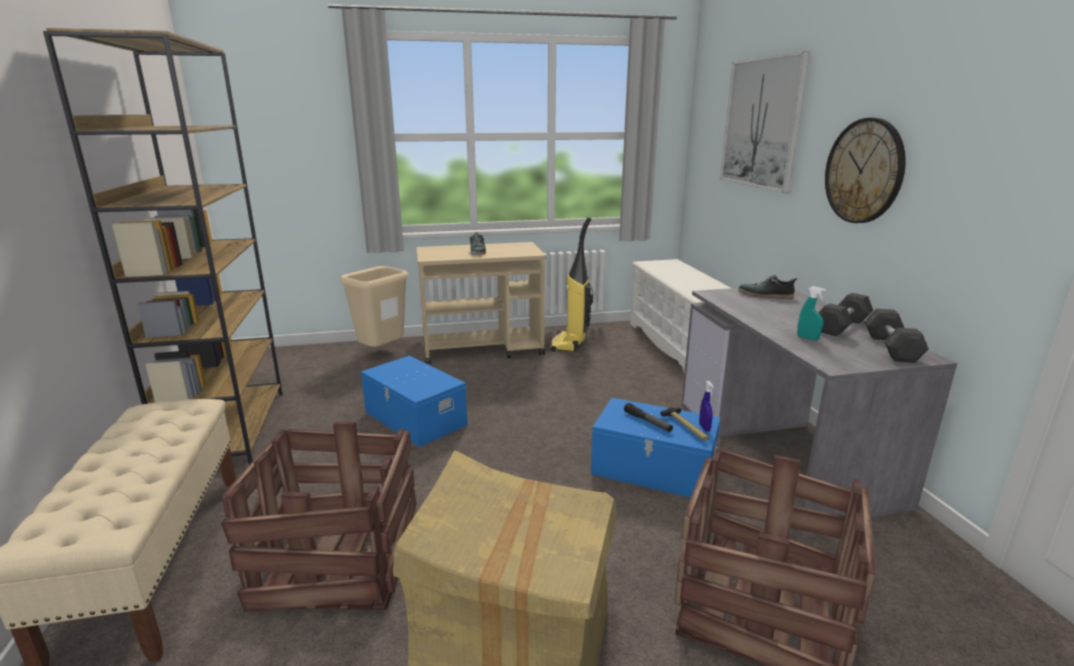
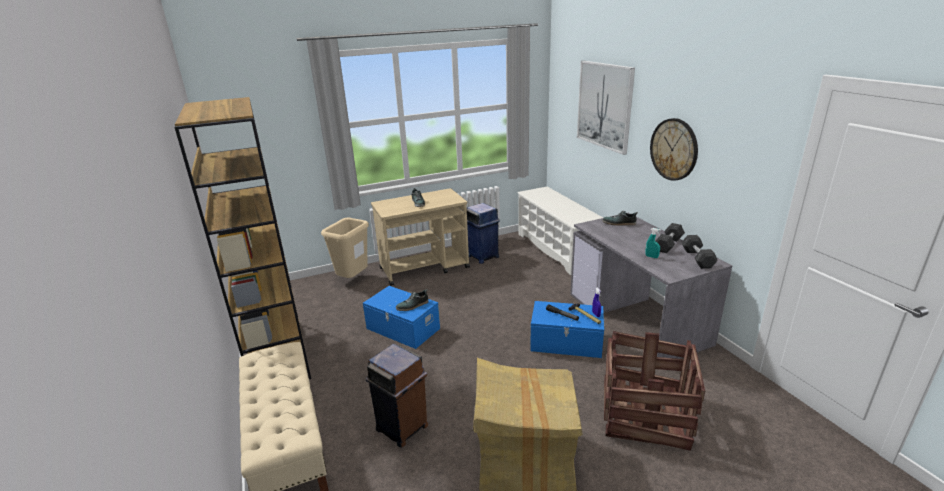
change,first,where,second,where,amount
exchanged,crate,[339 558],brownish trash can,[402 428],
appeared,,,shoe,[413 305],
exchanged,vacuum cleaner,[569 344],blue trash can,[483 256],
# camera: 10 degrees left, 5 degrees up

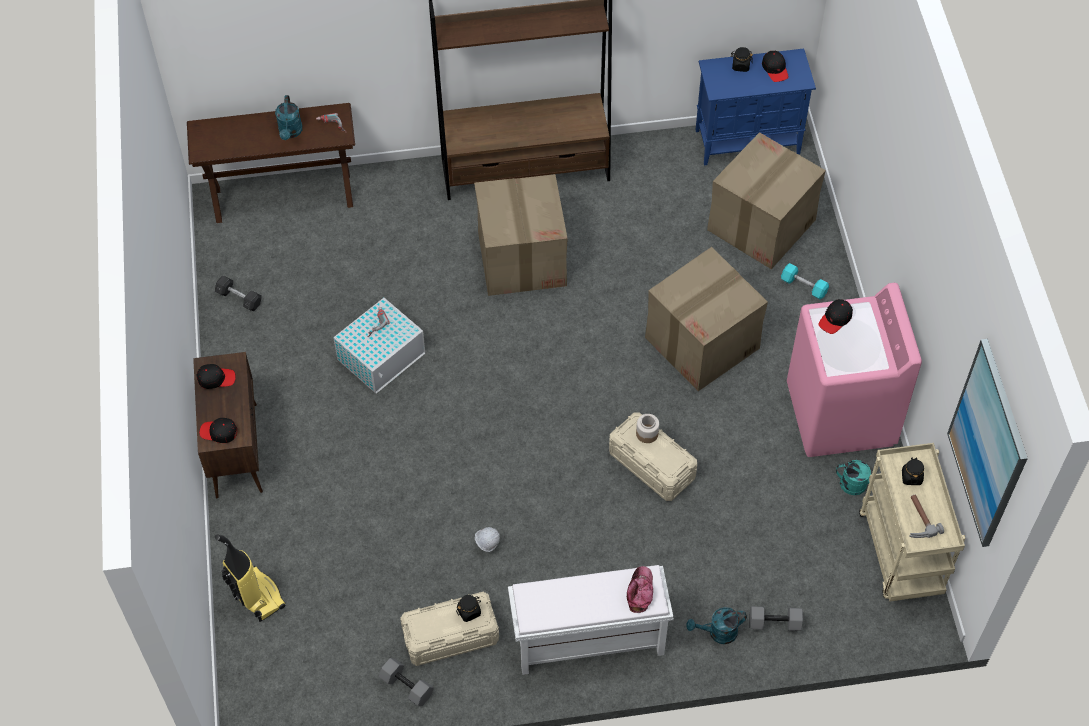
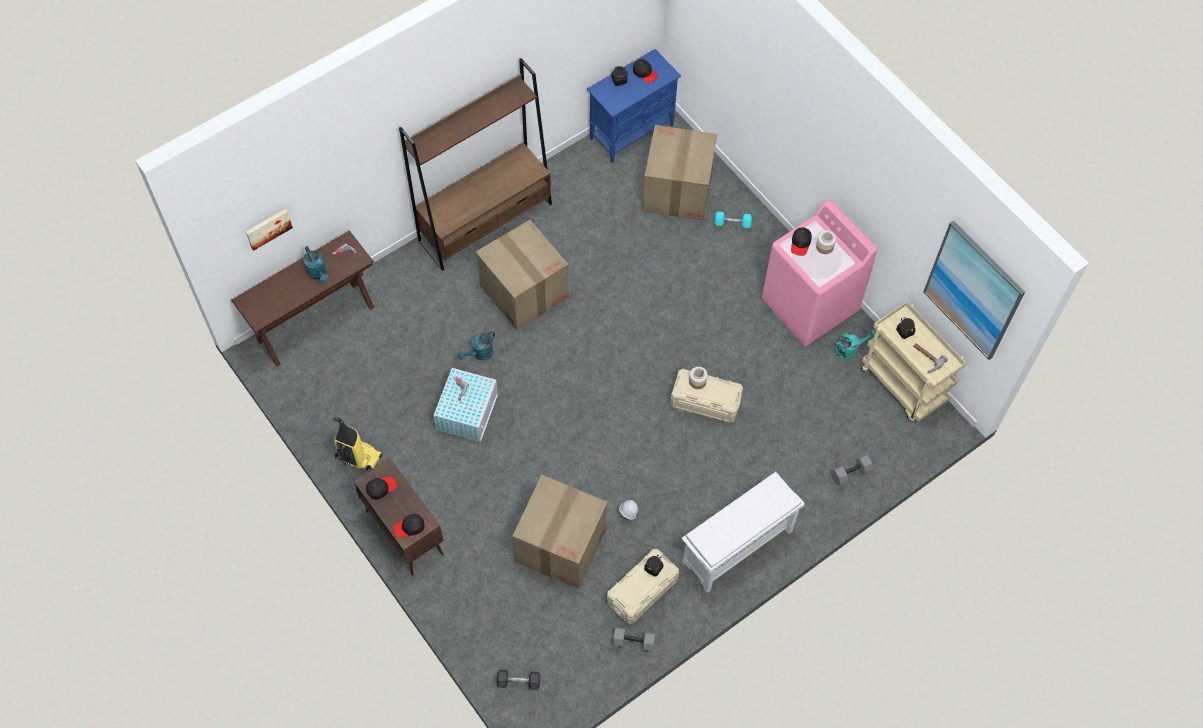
change,first,where,second,where,amount
appeared,,,picture,[268 228],
relocated,vacuum cleaner,[256 595],,[357 457],
relocated,turquoise-coloured watering can,[717 633],,[480 354],
relocated,greyish free weight,[239 298],,[518 682],
relocated,packing box,[703 342],,[561 544],
appeared,,,storage jar,[824 247],
missing,baseball cap,[640 591],,,
# camera: 30 degrees left, 5 degrees up

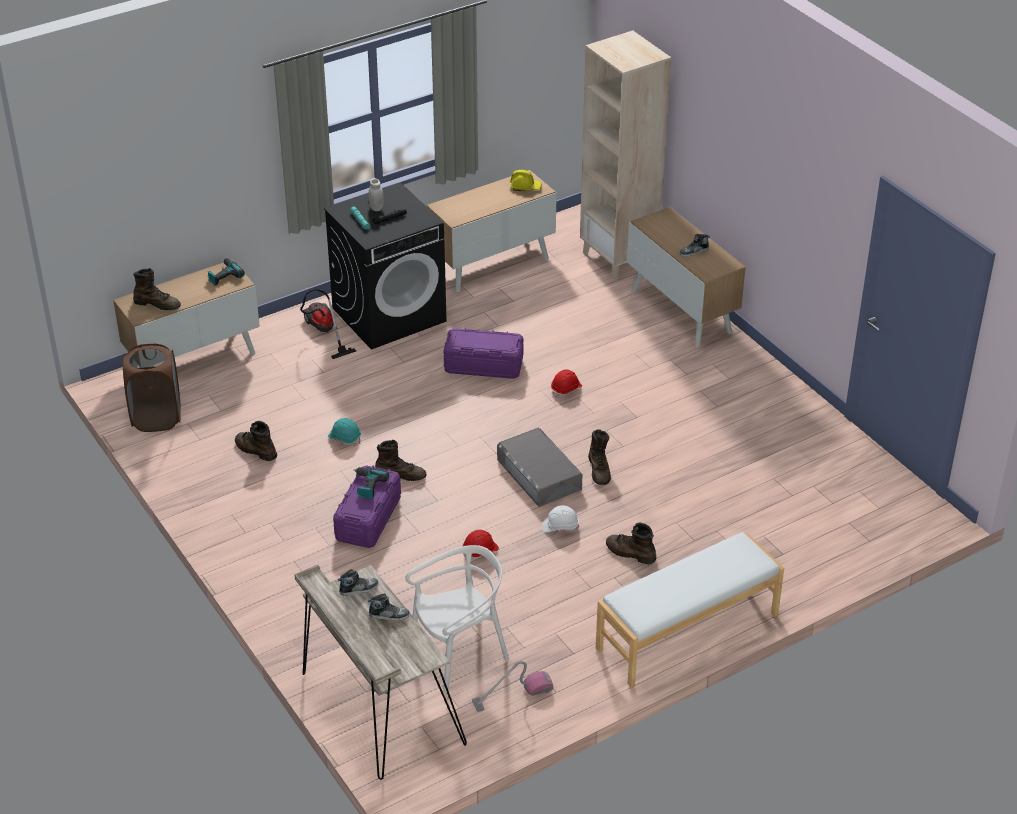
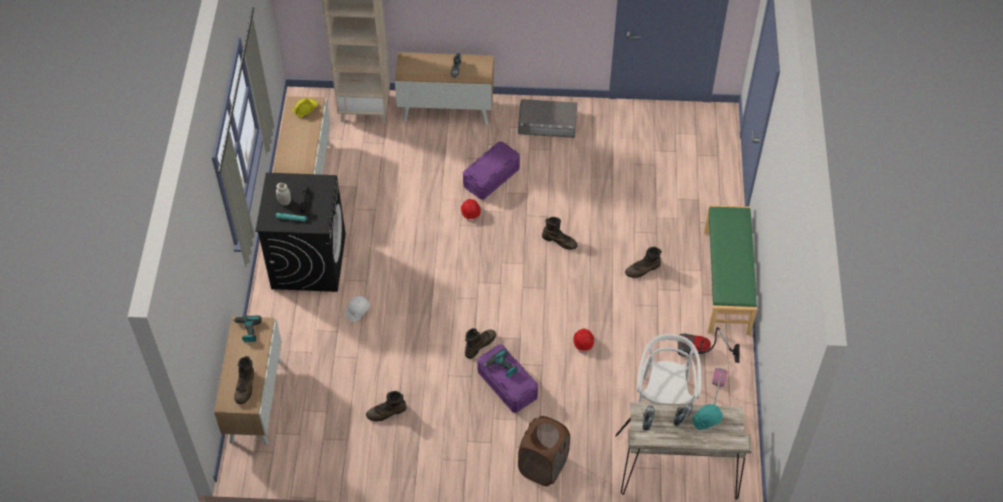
change,first,where,second,where,amount
spun,brownish high-top boot,[158 304],,[245 387],135 degrees clockwise
relocated,whitish work helmet,[560 526],,[357 311],
relocated,purple storage box,[483 365],,[491 177],
relocated,greyish storage box,[539 474],,[547 122],
relocated,brownish washing basket,[156 417],,[543 466],
relocated,vacuum cleaner,[323 332],,[702 352],
relocated,turquoise-coloured work helmet,[344 438],,[707 419],
colour,whitish indoor bench,[688 632],green-coloured indoor bench,[727 282],
# camera: 55 degrees left, 15 degrees up

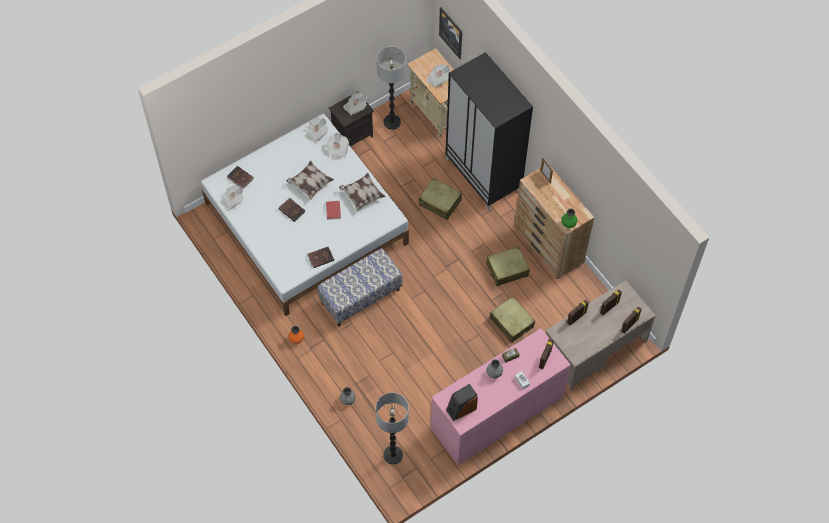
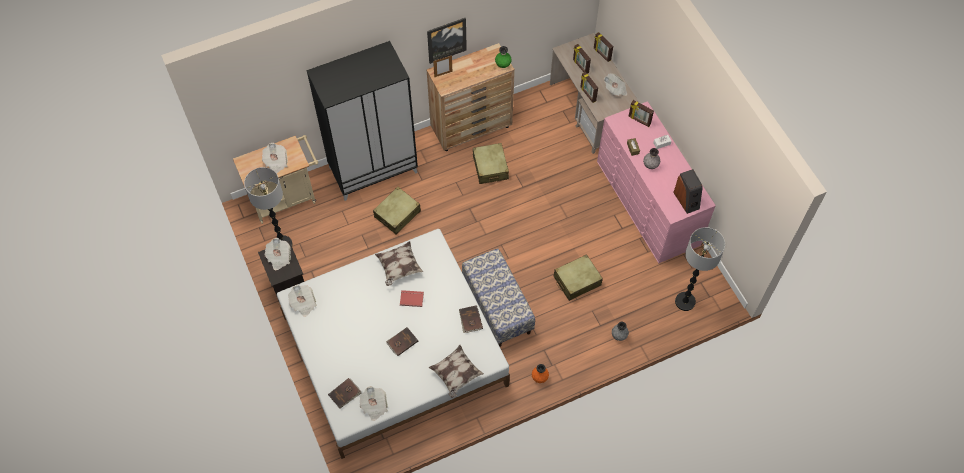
change,first,where,second,where,amount
relocated,picture,[451 32],,[446 39],
relocated,pillow,[310 184],,[456 374],
relocated,beige piece of luggage,[511 322],,[577 281],
relocated,printed paper,[337 150],,[615 89],
# camera: 80 degrees left, 0 degrees up

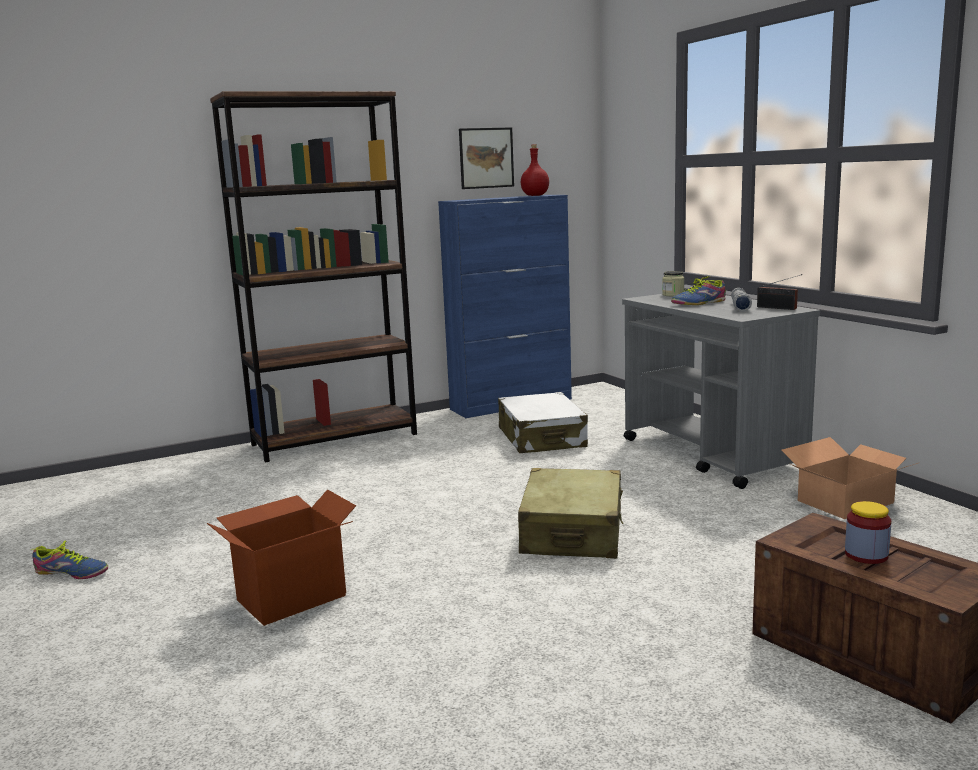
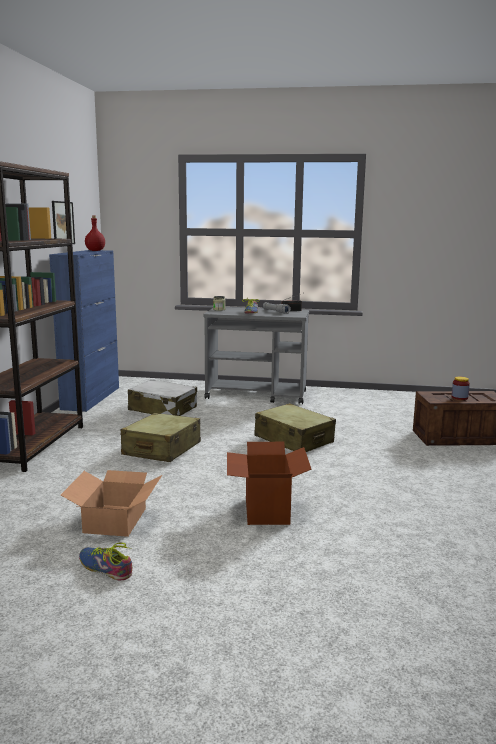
change,first,where,second,where,amount
relocated,packing box,[846 502],,[116 520],
spun,shoe,[72 572],,[105 568],105 degrees counterclockwise
appeared,,,beige piece of luggage,[161 449],
# camera: 55 degrees left, 0 degrees up

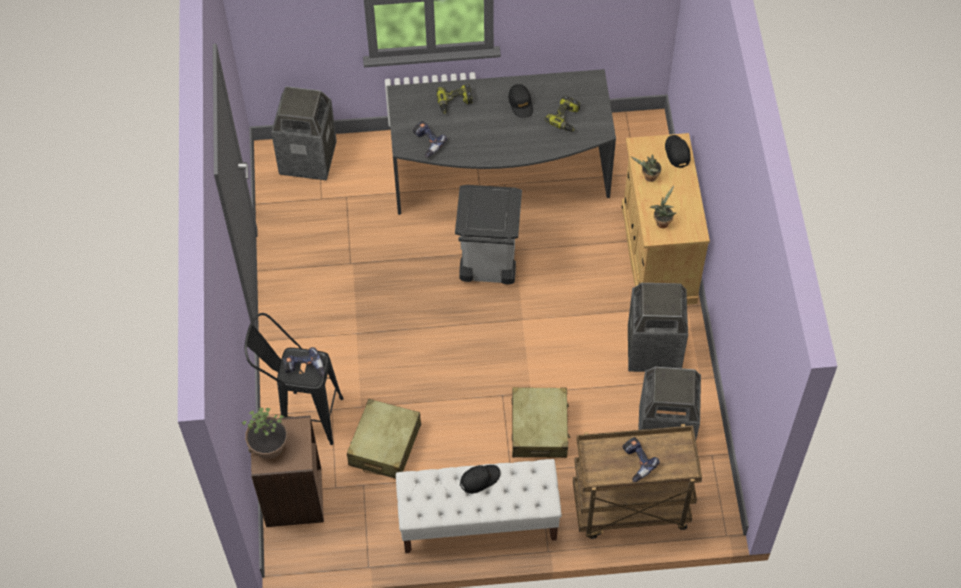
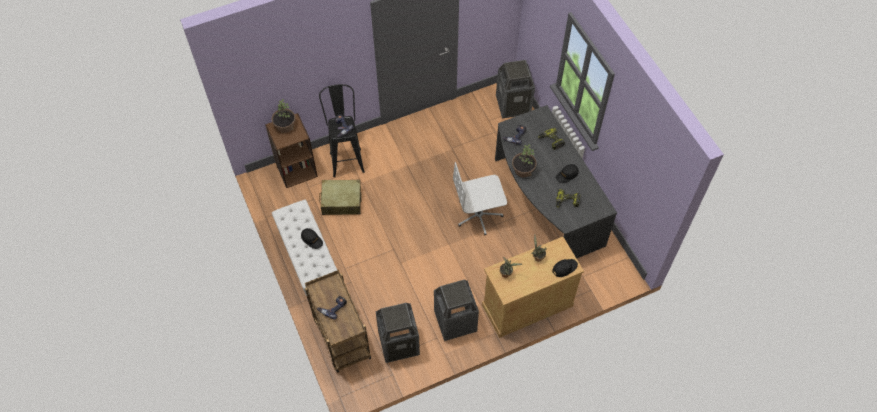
change,first,where,second,where,amount
exchanged,greyish trash can,[487 265],whitish desk chair,[479 215],
appeared,,,houseplant,[522 170],
missing,beige piece of luggage,[539 428],,,
# camera: 70 degrees right, 0 degrees up

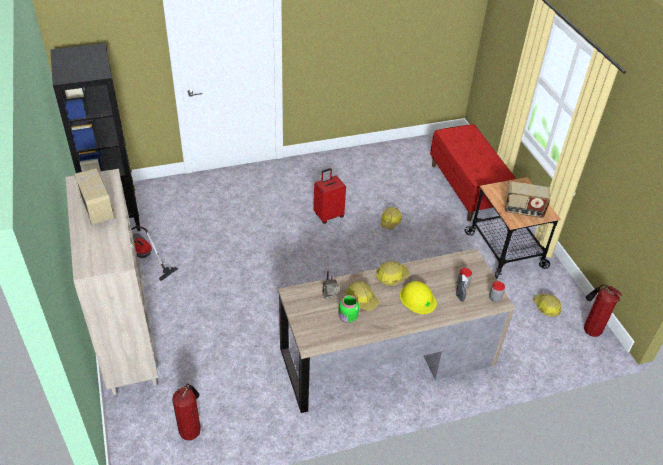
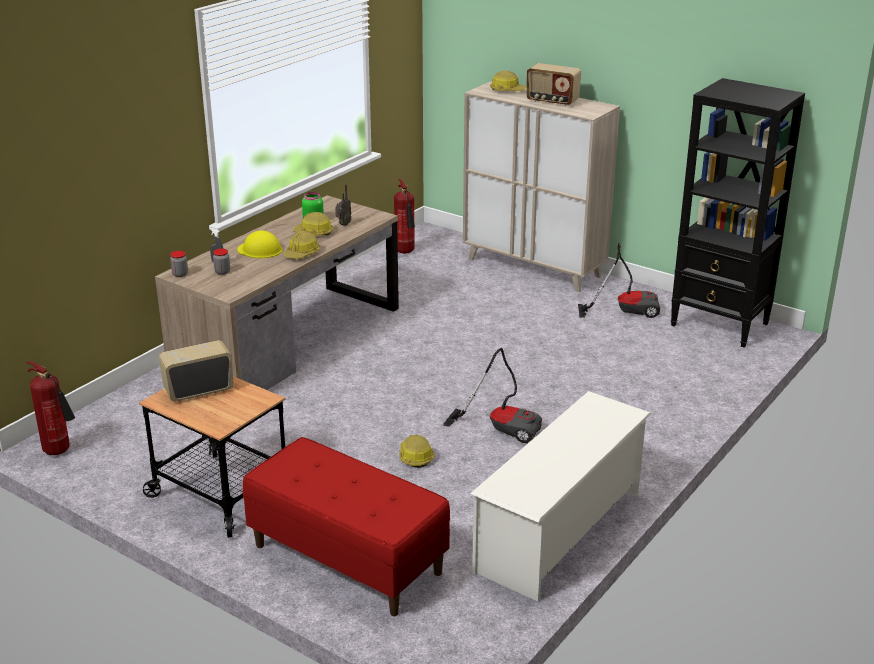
change,first,where,second,where,amount
exchanged,red piece of luggage,[328 215],vacuum cleaner,[502 427],
appeared,,,whitish shoe shelf,[560 532],
relocated,work helmet,[546 307],,[507 90],
# camera: 145 degrees right, 15 degrees down

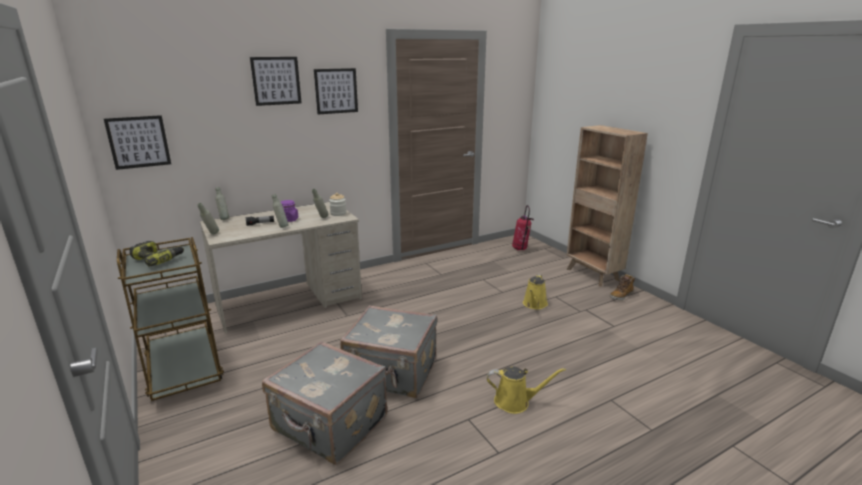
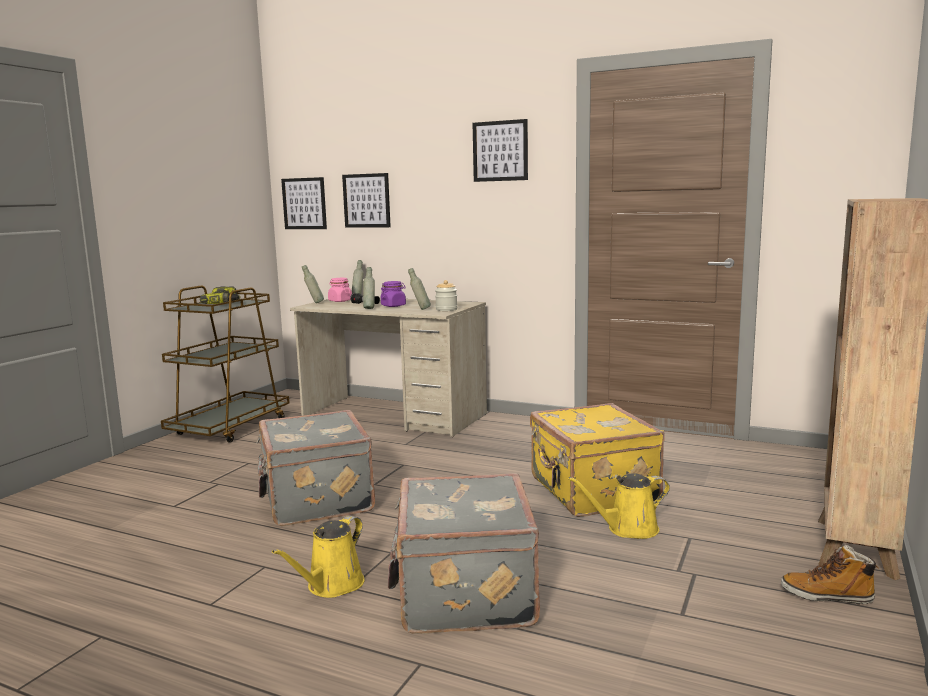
change,first,where,second,where,amount
spun,yellow watering can,[515 402],,[331 586],60 degrees clockwise
appeared,,,pink-coloured storage jar,[340 301],
relocated,picture,[276 81],,[366 200],
relocated,greyish piece of luggage,[329 426],,[463 594],
appeared,,,yellow piece of luggage,[591 492],
missing,fire-fighting cylinder,[520 249],,,
# camera: 55 degrees right, 10 degrees down

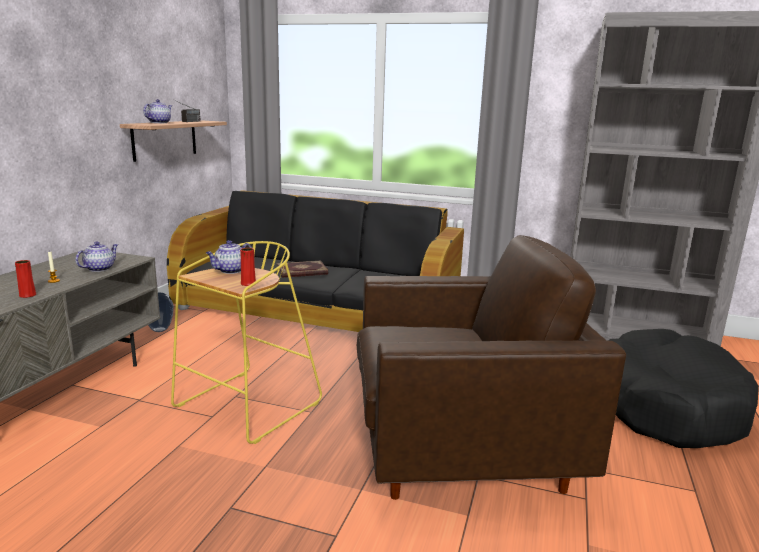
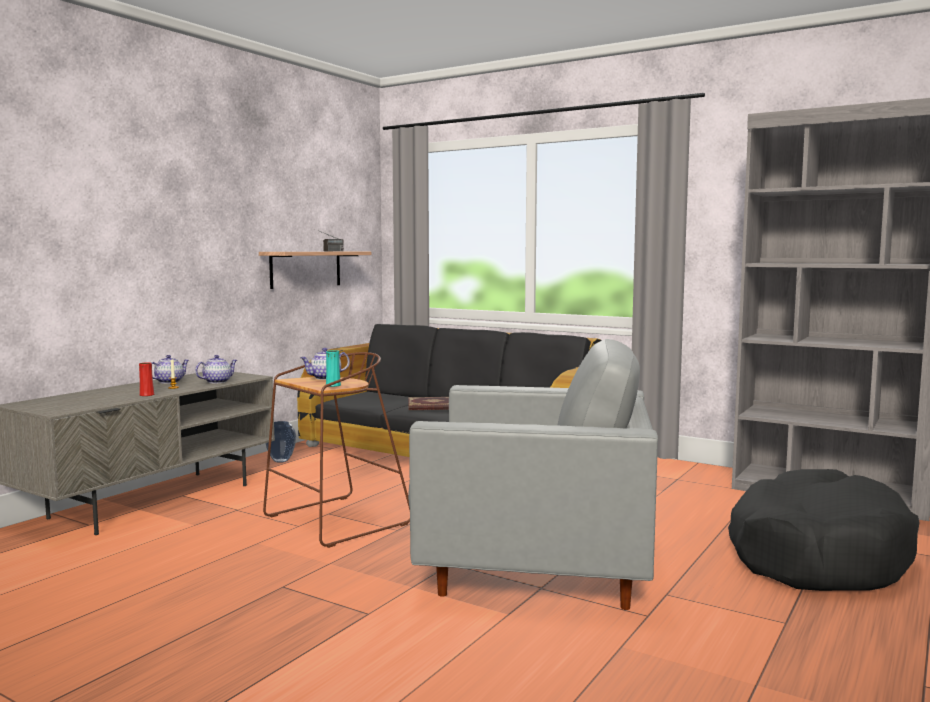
change,first,where,second,where,amount
relocated,tea pot,[159 123],,[169 382],
colour,yellow stool,[247 407],brownish stool,[335 521],
colour,red vase,[248 283],turquoise-coloured vase,[333 385],
colour,brownish armchair,[460 451],greyish armchair,[534 569],
# camera: 15 degrees right, 10 degrees down

